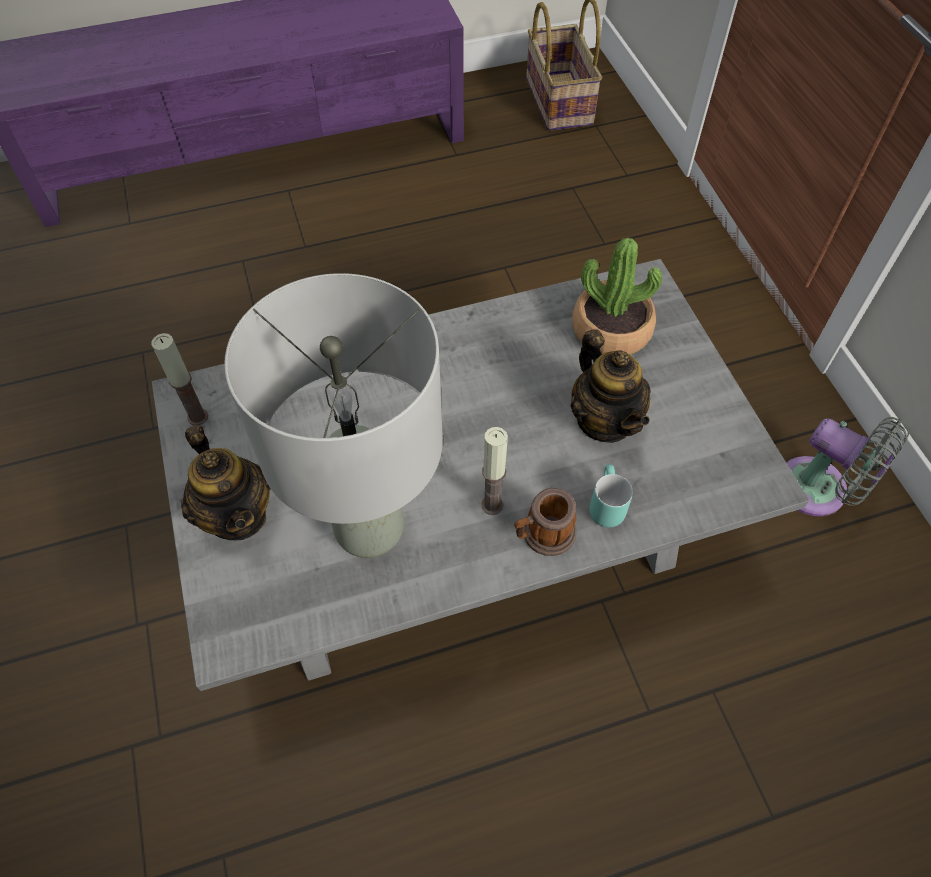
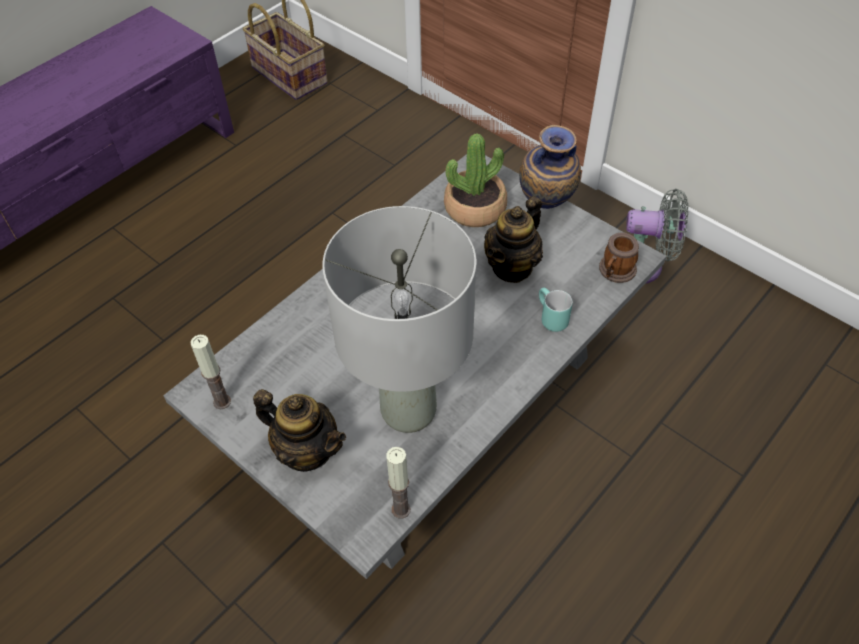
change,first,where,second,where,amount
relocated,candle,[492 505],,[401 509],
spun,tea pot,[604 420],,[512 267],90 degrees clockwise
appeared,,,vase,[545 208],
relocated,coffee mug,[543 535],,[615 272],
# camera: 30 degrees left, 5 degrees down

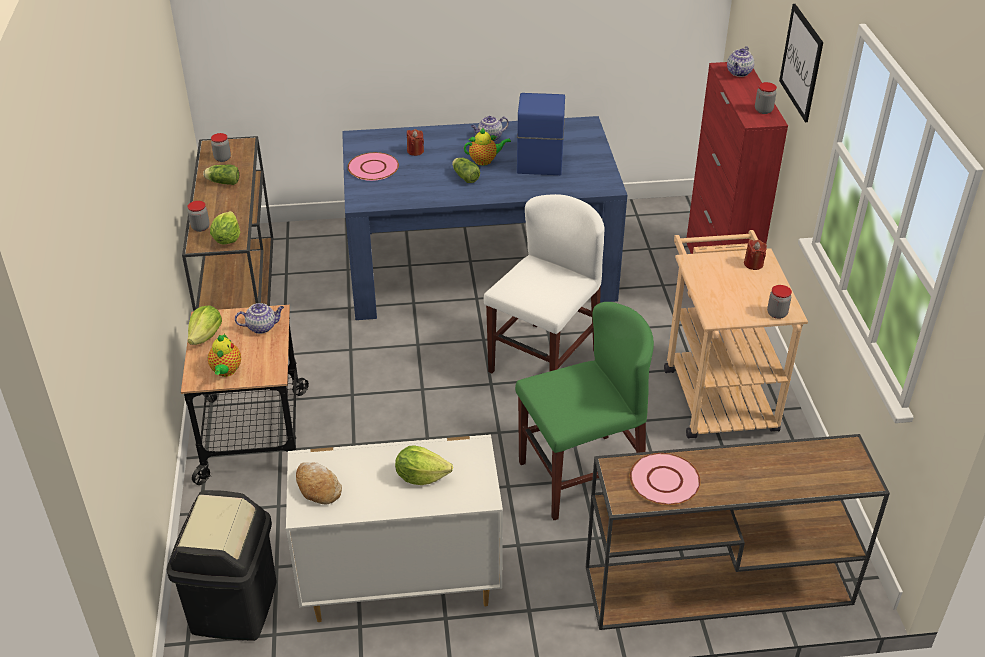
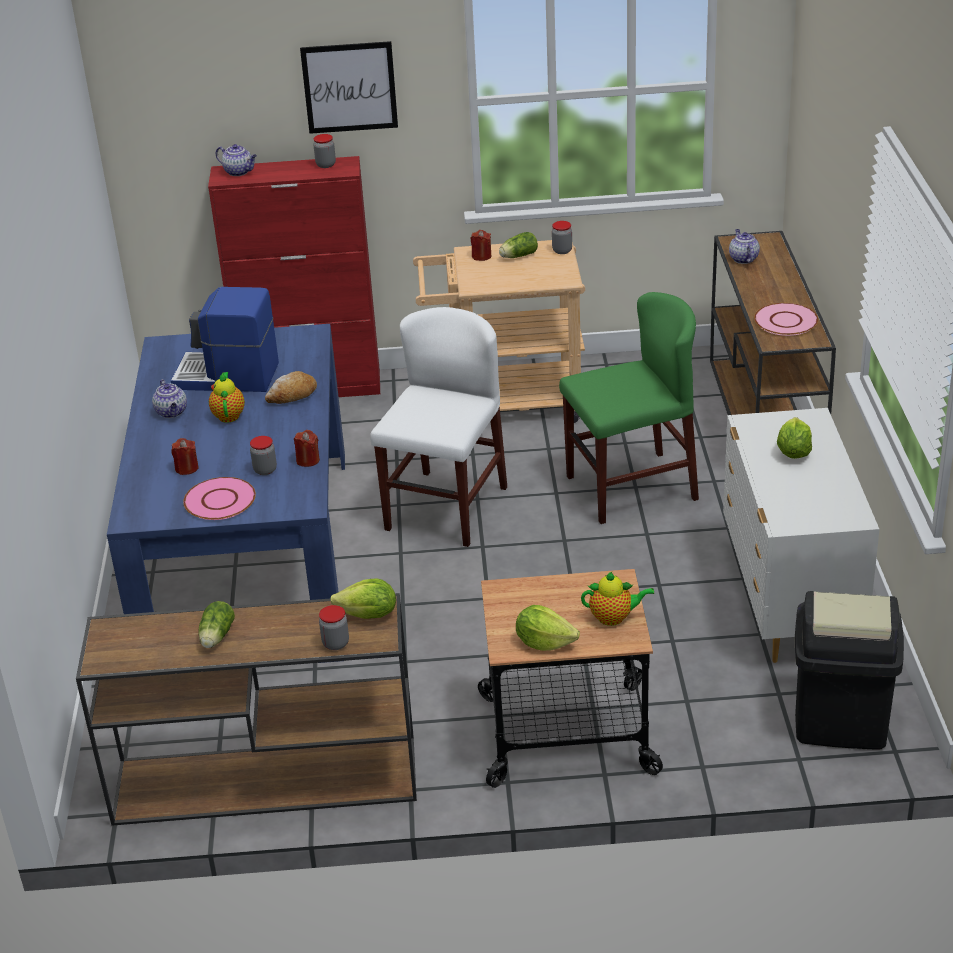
change,first,where,second,where,amount
relocated,storage jar,[222 158],,[265 470],
relocated,baked bread,[317 488],,[292 396],
appeared,,,red candle,[308 460],
spun,whitish chair,[544 361],,[446 508],75 degrees clockwise
relocated,lettuce,[465 176],,[517 256],
spun,green-coloured chair,[580 476],,[631 488],90 degrees clockwise
relocated,tea pot,[262 327],,[743 259],
# camera: 85 degrees left, 5 degrees down

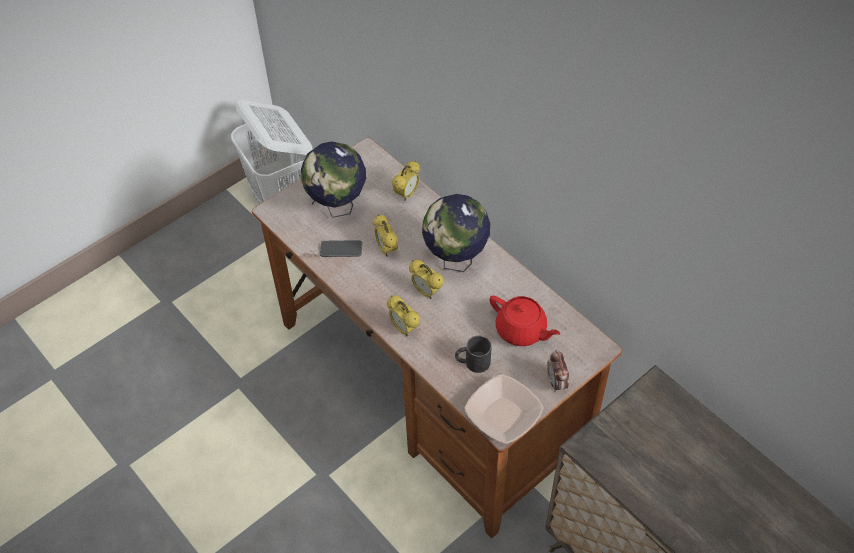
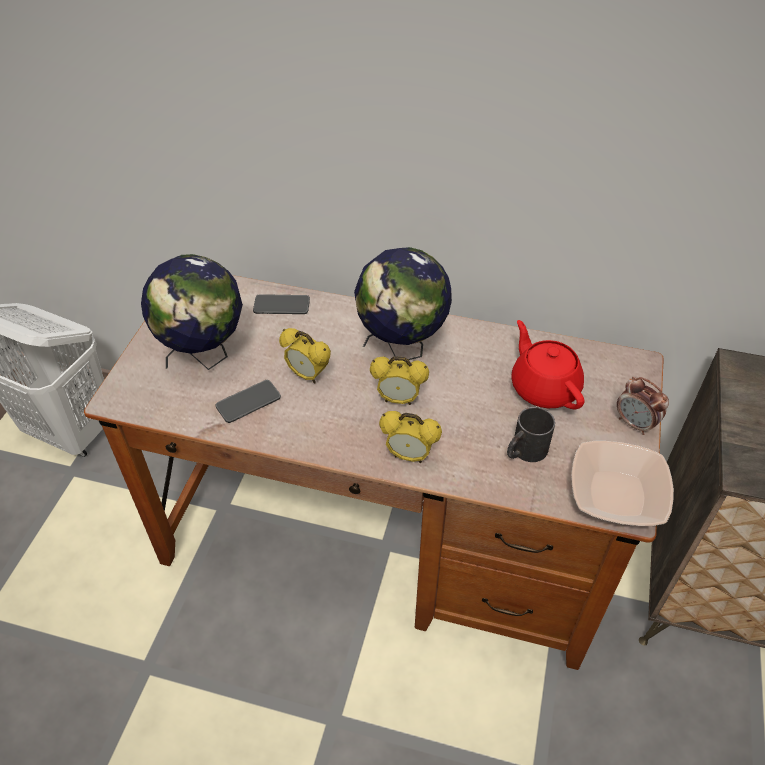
change,first,where,second,where,amount
exchanged,bedside clock,[407 194],handset,[281 305],
spun,red tea pot,[521 330],,[544 387],120 degrees counterclockwise
# camera: 35 degrees left, 5 degrees down

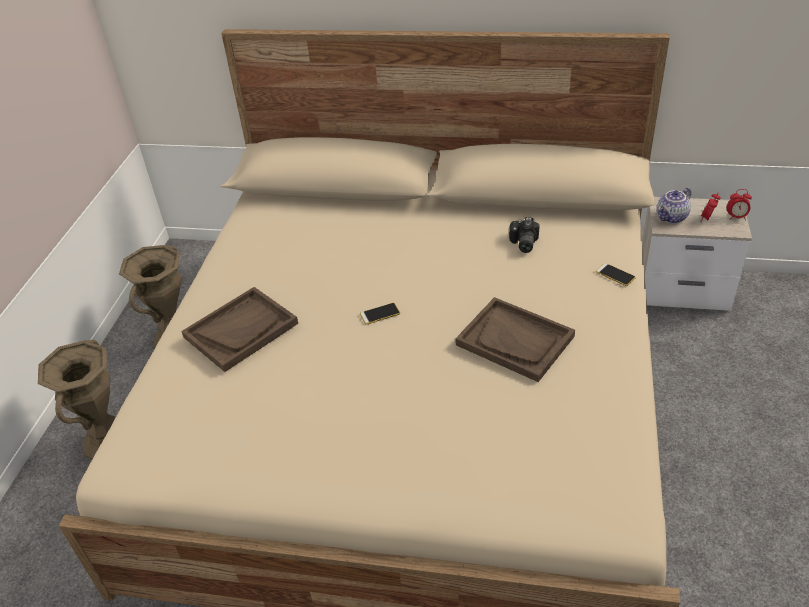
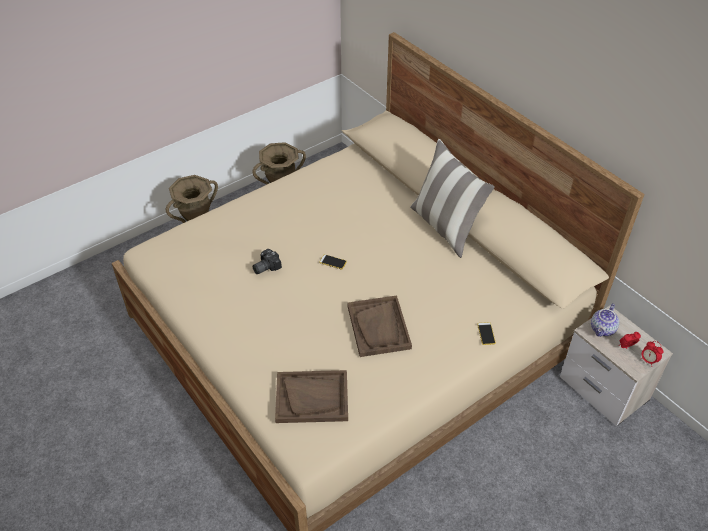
change,first,where,second,where,amount
relocated,still camera,[522 243],,[265 267],
relocated,brownish tray,[241 330],,[312 397],
appeared,,,pillow,[446 227],
spun,tea pot,[672 218],,[603 329],60 degrees counterclockwise
# camera: 40 degrees right, 5 degrees up

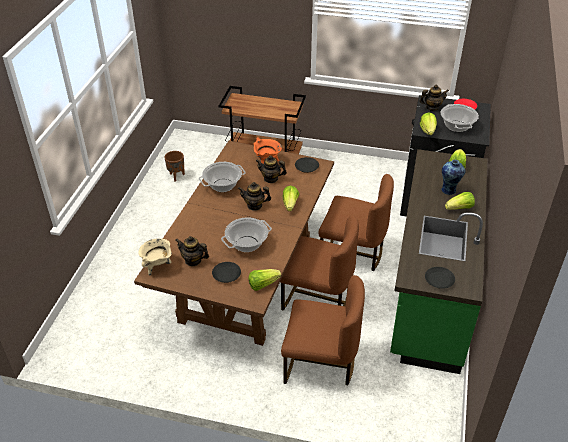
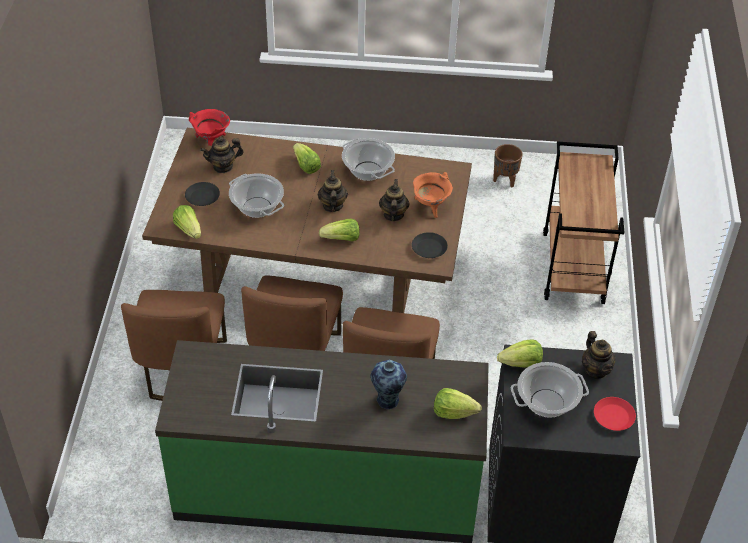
change,first,where,second,where,amount
colour,beige saucepot,[158 266],red saucepot,[211 140],
spun,tea pot,[193 260],,[223 166],120 degrees counterclockwise
relocated,lettuce,[459 208],,[306 166],
missing,blackish flat dish,[439 280],,,
# camera: 80 degrees right, 5 degrees up

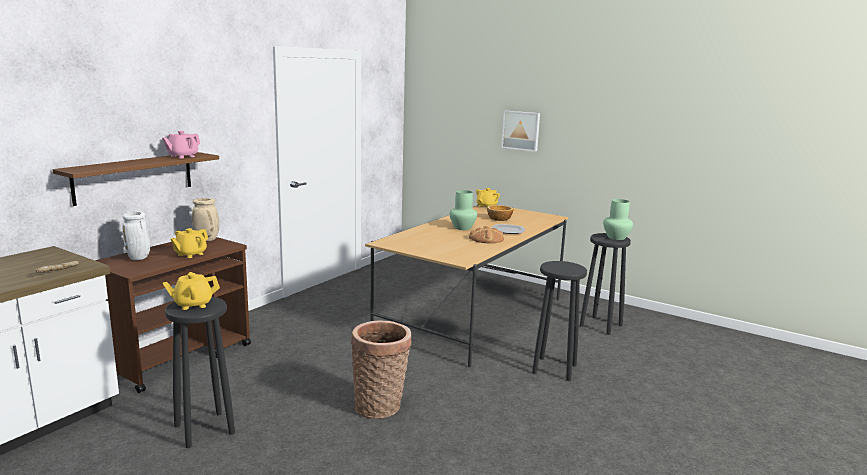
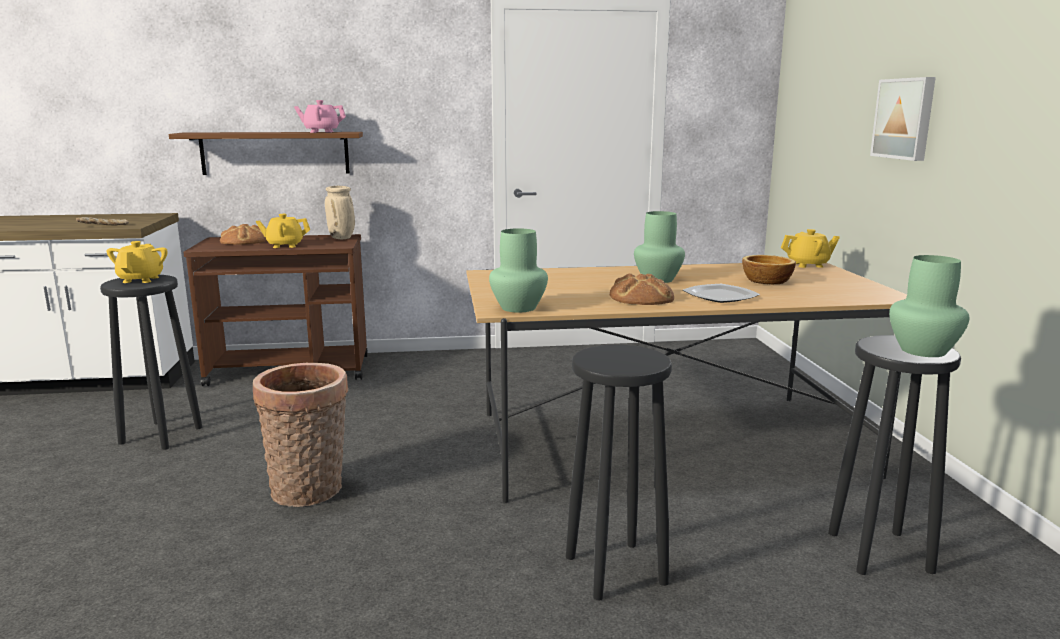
change,first,where,second,where,amount
spun,yellow tea pot,[193 304],,[141 279],60 degrees clockwise
exchanged,whitish vase,[139 258],baked bread,[244 241],
appeared,,,green-coloured vase,[519 308],
# camera: 50 degrees right, 0 degrees up

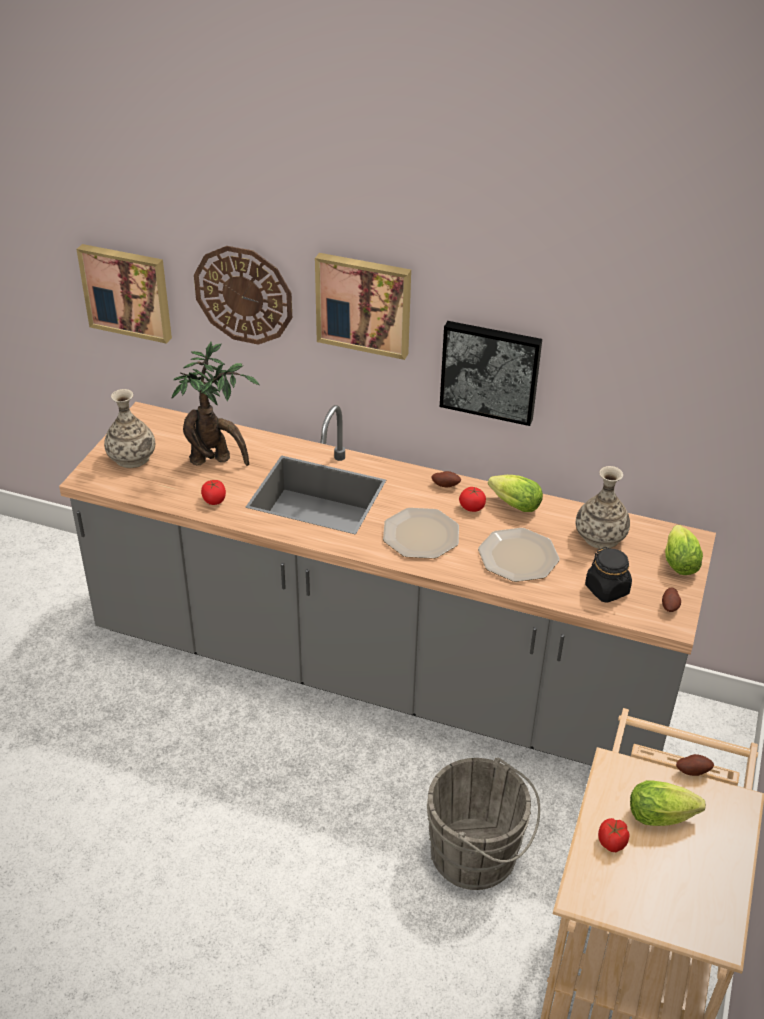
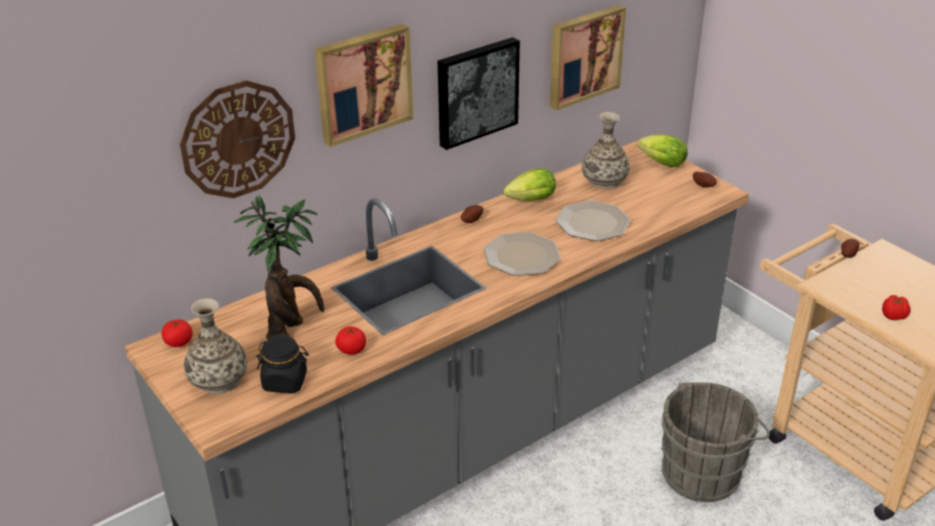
change,first,where,second,where,amount
relocated,fresh tomato,[472 507],,[179 342],
relocated,blackish storage jar,[607 590],,[285 381],
relocated,picture,[127 291],,[584 55],
missing,lettuce,[664 816],,,
# camera: 55 degrees left, 5 degrees down

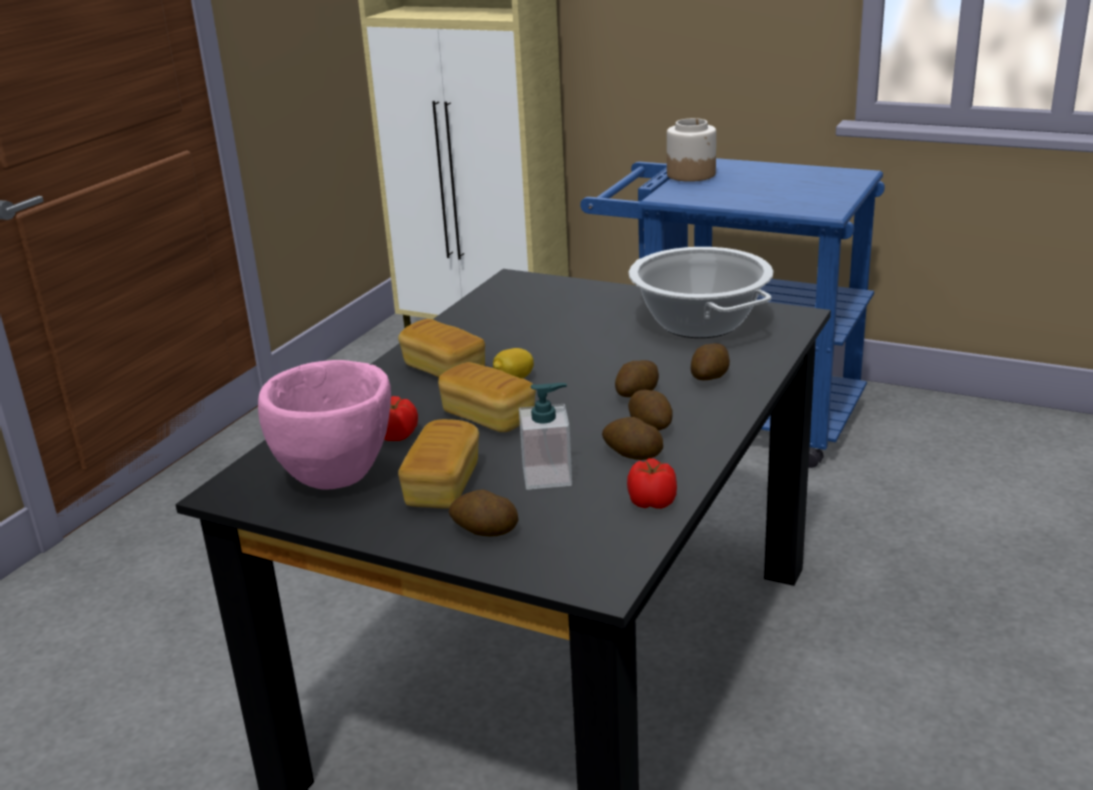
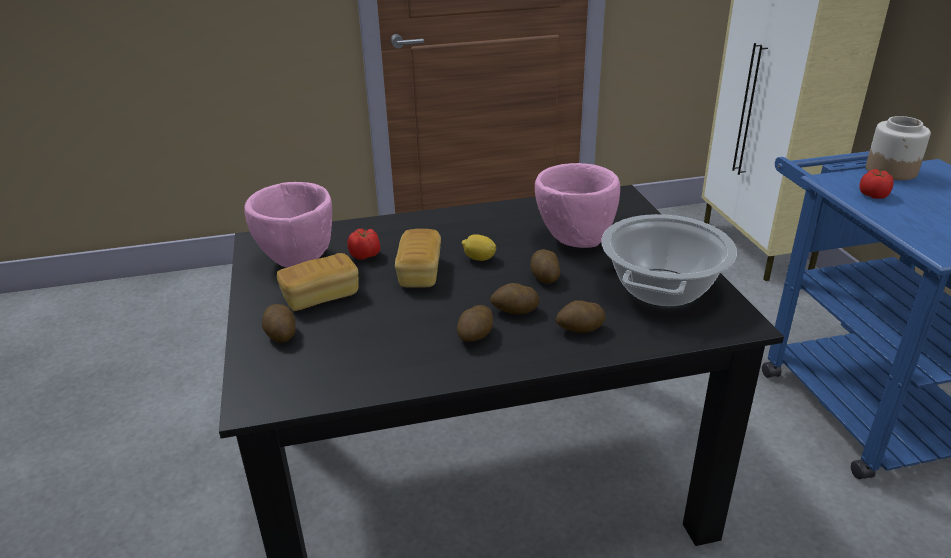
change,first,where,second,where,amount
relocated,potato,[632 455],,[544 277],
appeared,,,pink-coloured bowl,[574 240],
relocated,fresh tomato,[652 501],,[874 195],
missing,baked bread,[444 370],,,
missing,liquid soap bottle,[547 476],,,
# camera: 50 degrees right, 5 degrees up

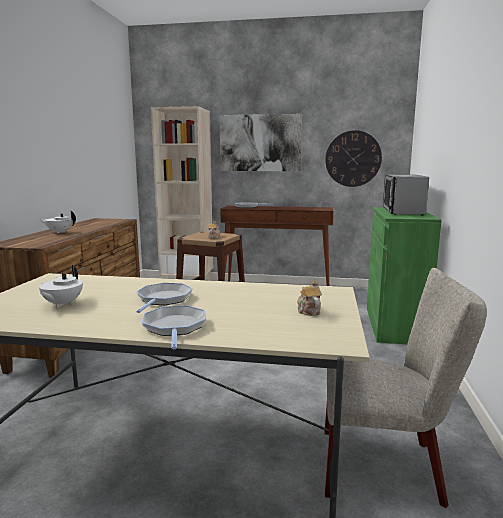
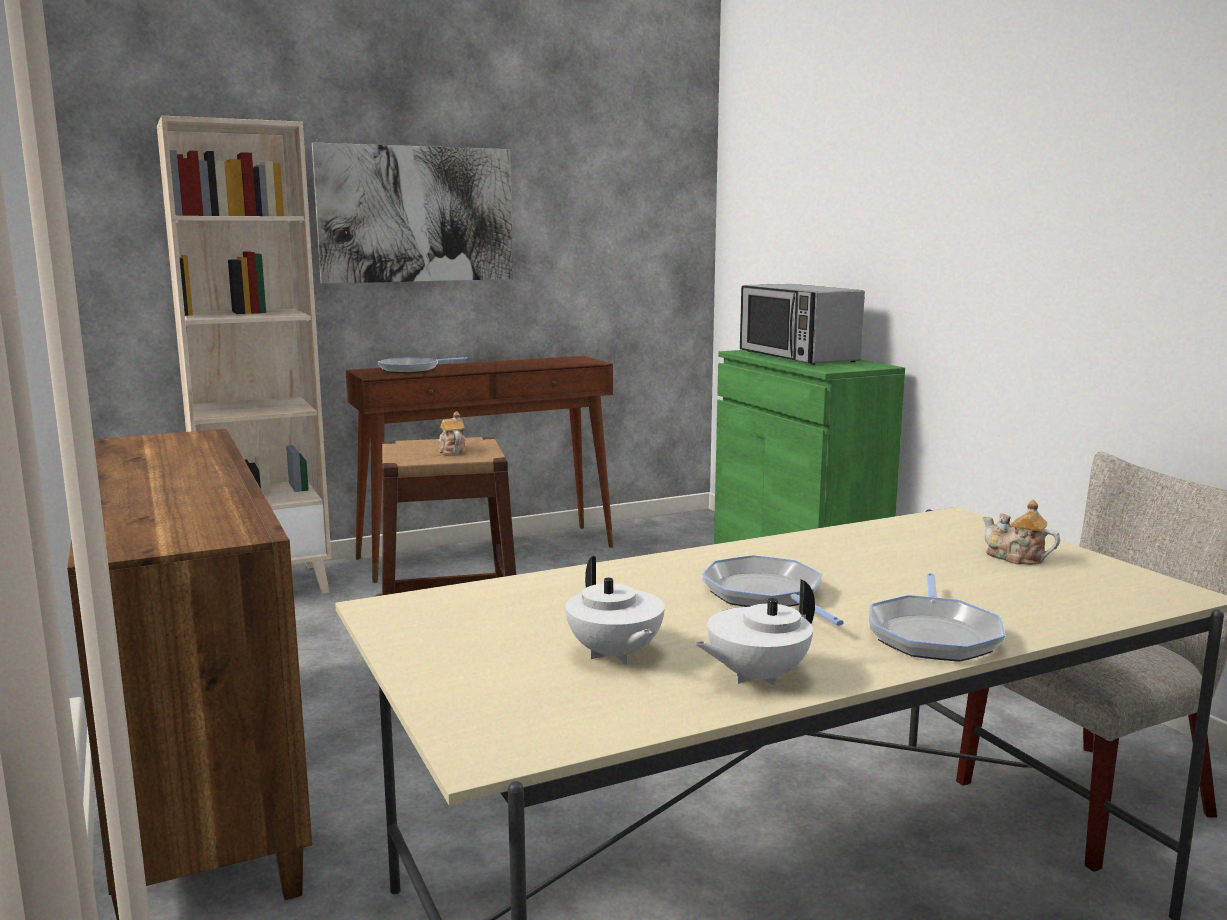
change,first,where,second,where,amount
relocated,whitish tea pot,[59 232],,[755 677],
spun,pan,[174 327],,[933 635],120 degrees counterclockwise
missing,hanging clock,[353 159],,,
# camera: 35 degrees left, 0 degrees up

